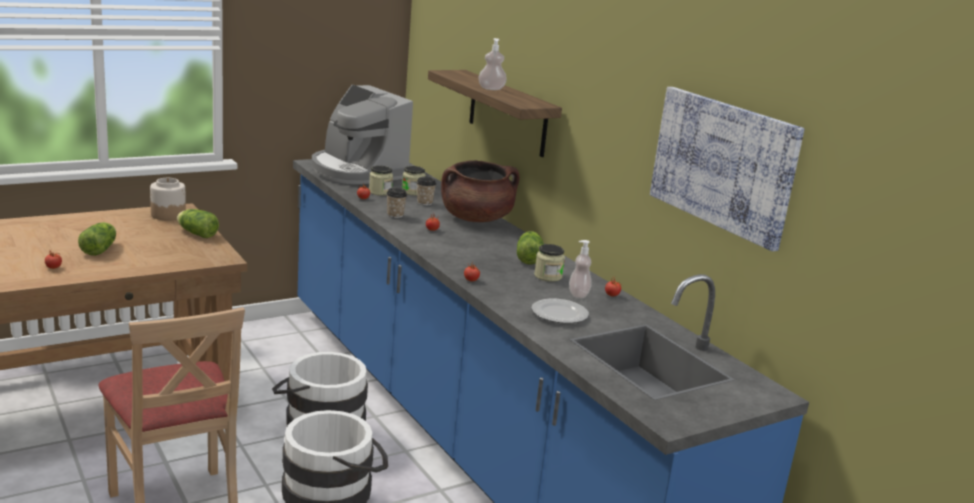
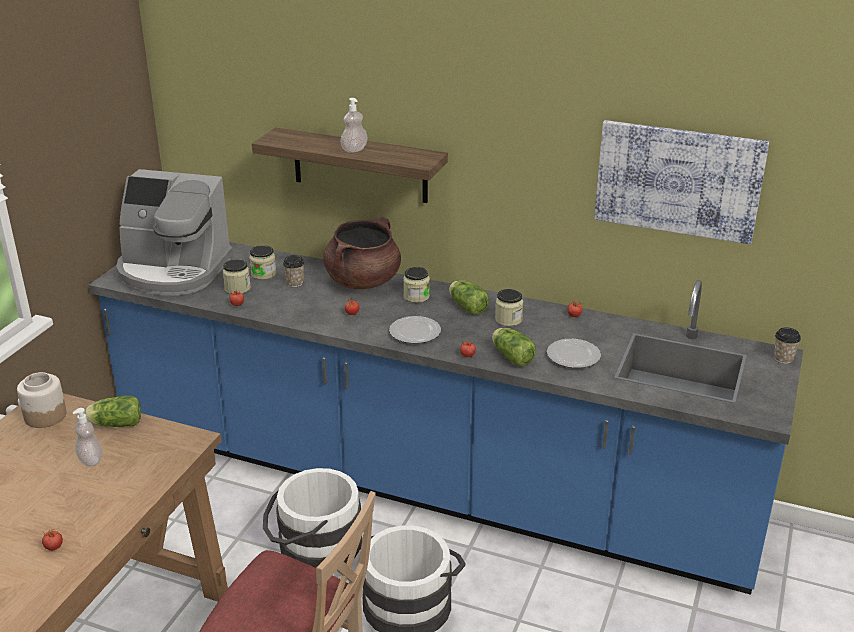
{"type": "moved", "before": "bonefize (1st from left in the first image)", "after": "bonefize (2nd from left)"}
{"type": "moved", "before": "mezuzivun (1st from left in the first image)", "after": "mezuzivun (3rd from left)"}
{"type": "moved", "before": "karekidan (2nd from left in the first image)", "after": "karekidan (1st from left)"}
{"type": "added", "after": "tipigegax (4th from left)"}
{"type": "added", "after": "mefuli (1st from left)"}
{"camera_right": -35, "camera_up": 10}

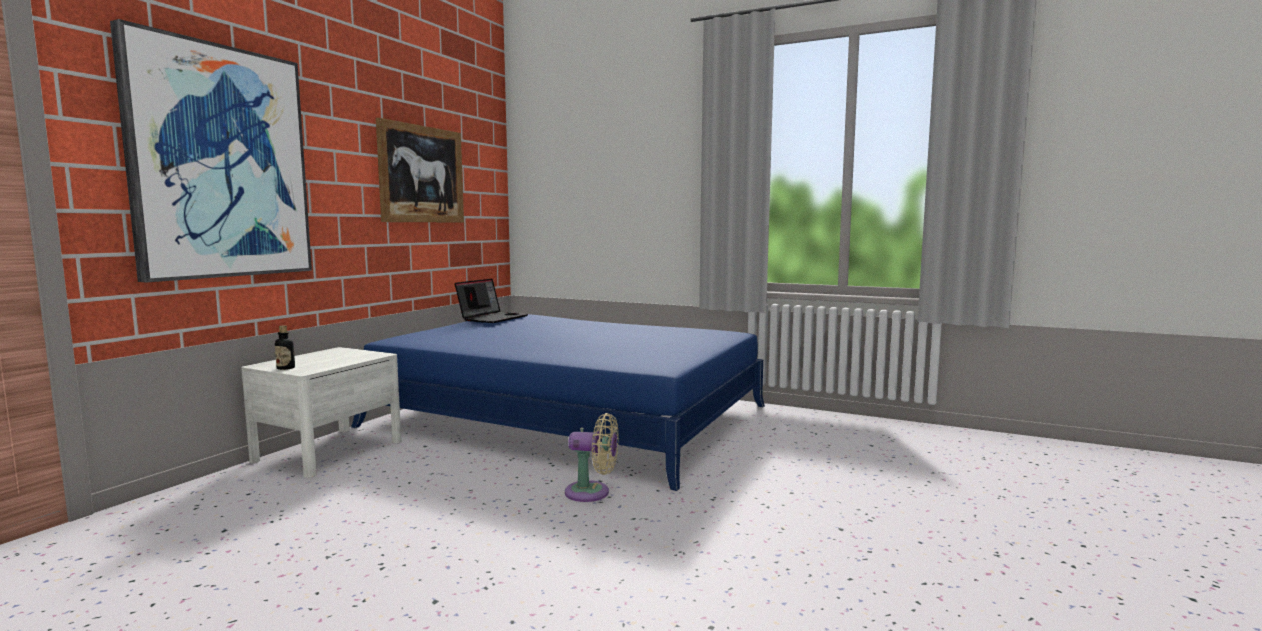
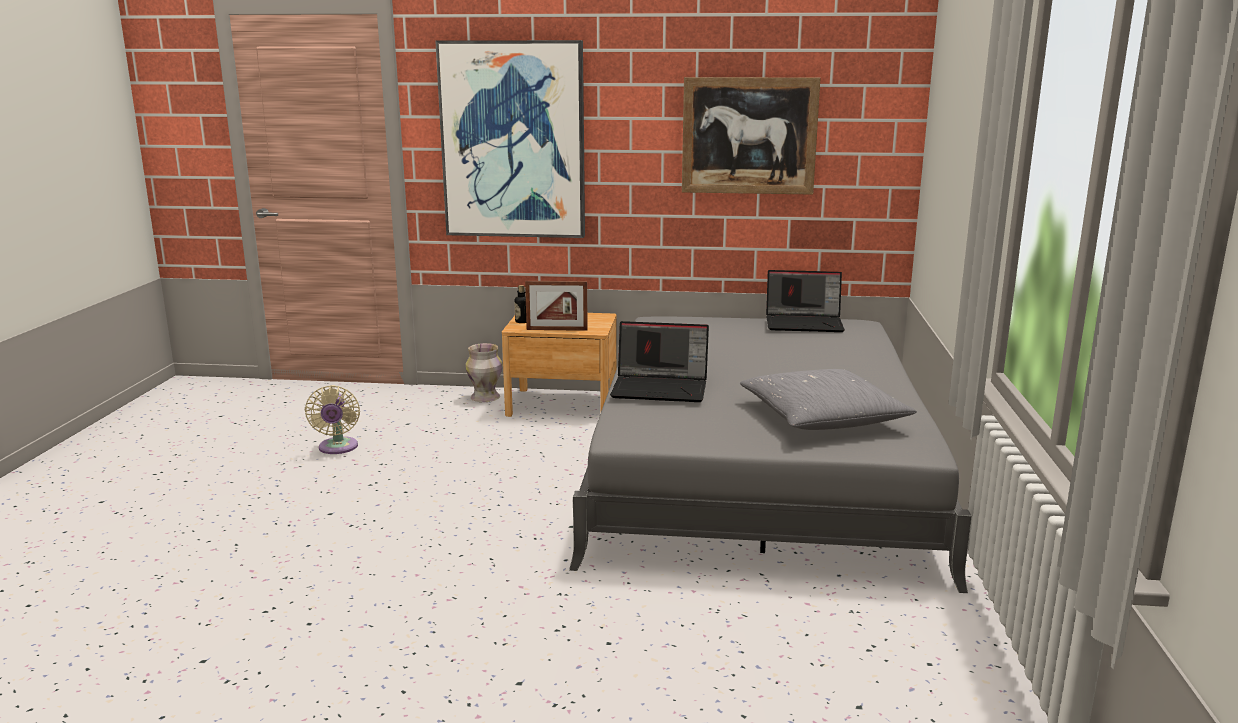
{"type": "recoloured", "before": "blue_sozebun", "after": "grey_sozebun"}
{"type": "recoloured", "before": "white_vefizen", "after": "brown_vefizen"}
{"type": "moved", "before": "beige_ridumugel"}
{"type": "added", "after": "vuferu"}
{"type": "added", "after": "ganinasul (1st from left)"}
{"type": "added", "after": "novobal"}
{"type": "added", "after": "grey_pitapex"}
{"camera_right": 70, "camera_up": 10}

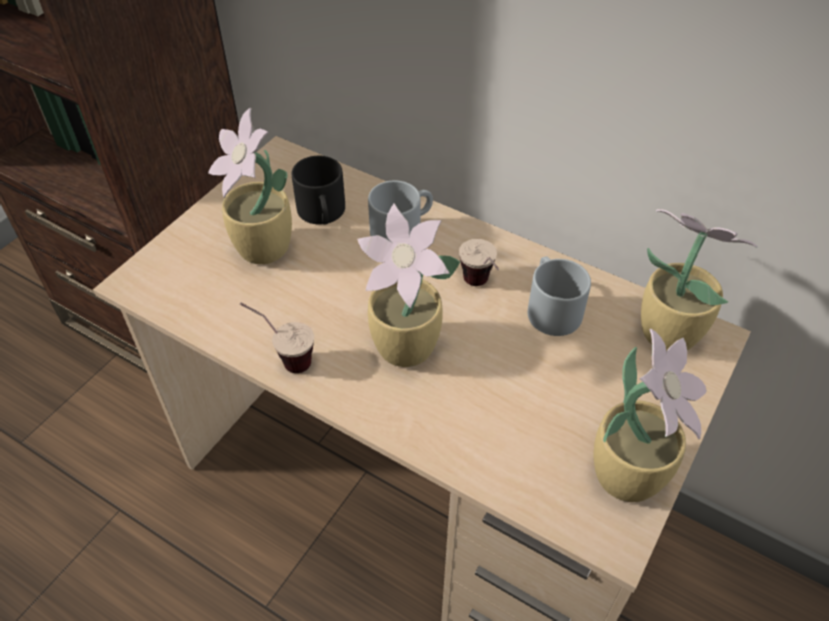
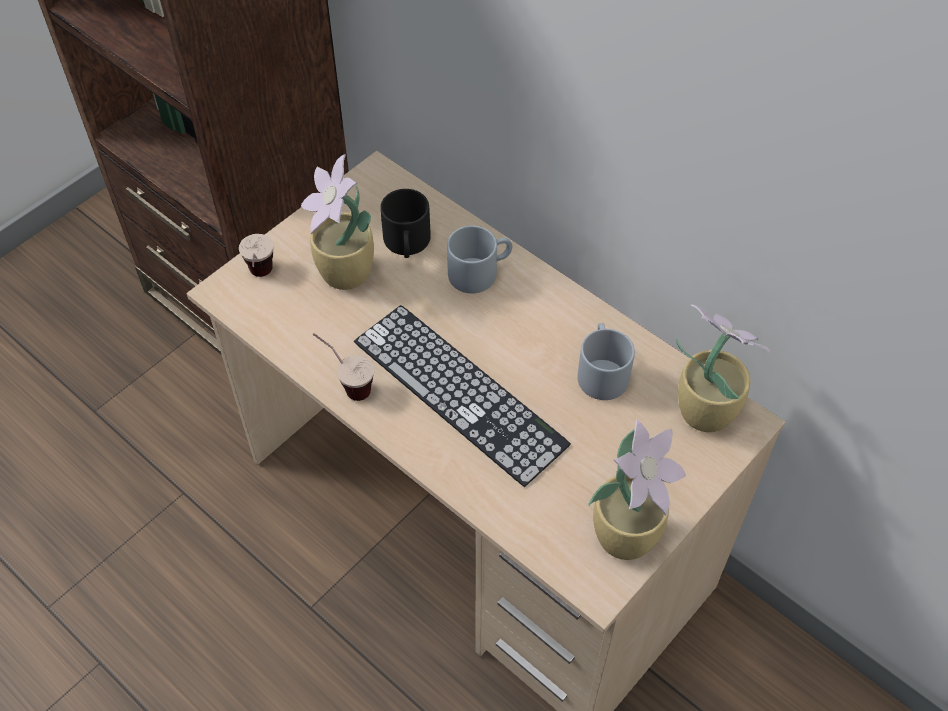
{"type": "replaced", "before": "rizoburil (2nd from left)", "after": "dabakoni"}
{"type": "moved", "before": "bonefize (2nd from left in the first image)", "after": "bonefize (1st from left)"}
{"camera_right": 10, "camera_up": 5}

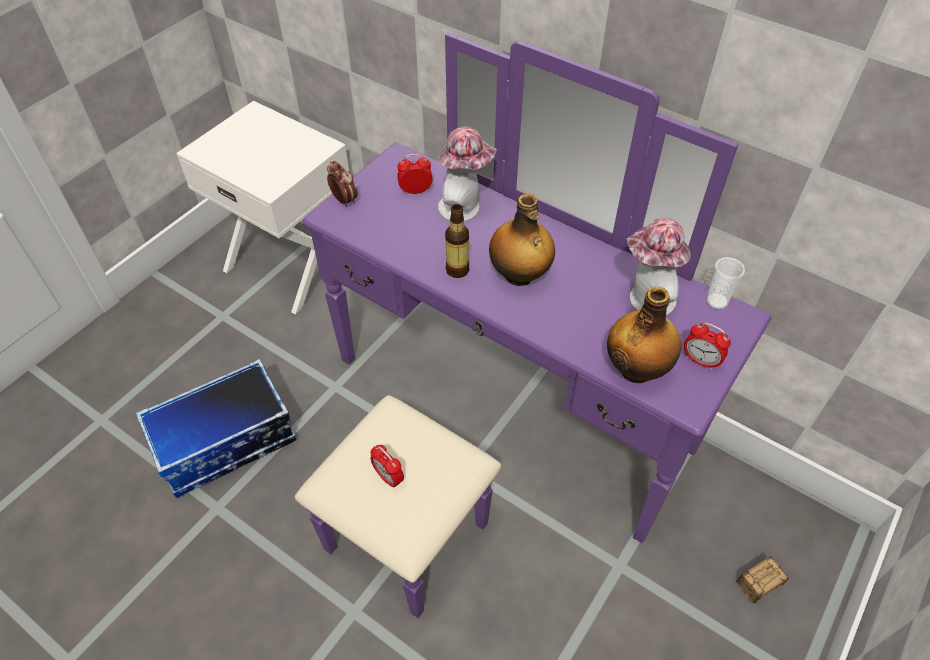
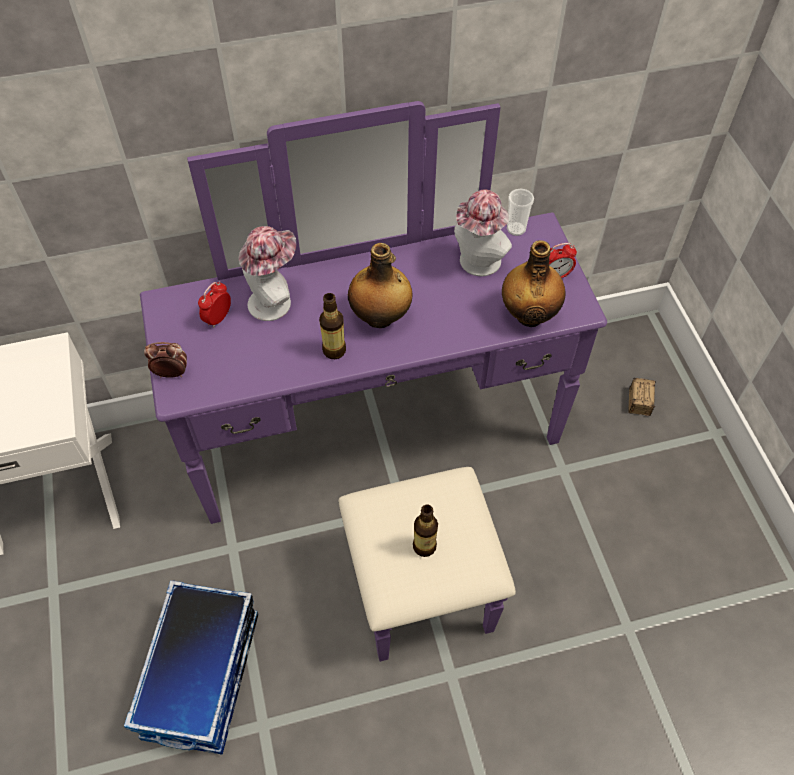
{"type": "replaced", "before": "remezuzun (2nd from left)", "after": "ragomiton (3rd from left)"}
{"camera_right": -50, "camera_up": 5}

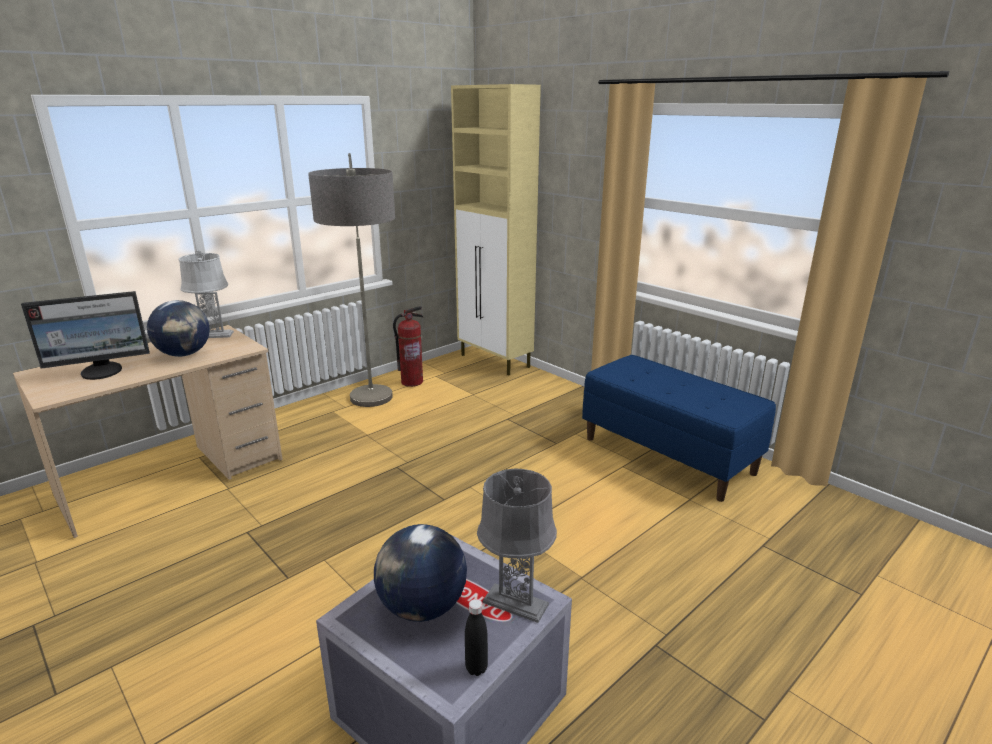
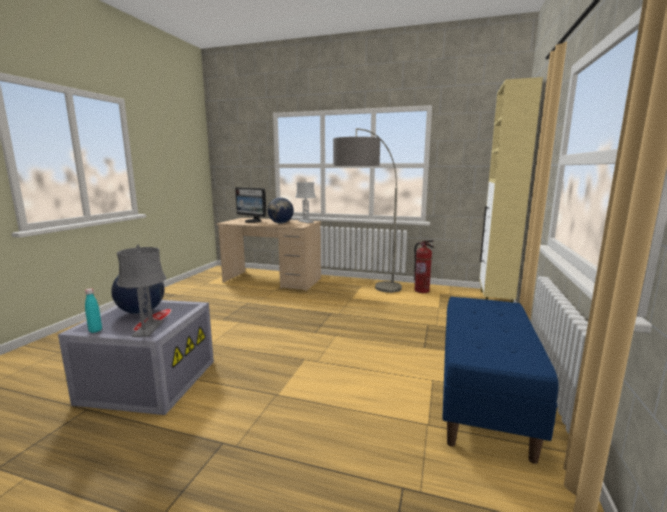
{"type": "recoloured", "before": "black_ragomiton", "after": "turquoise_ragomiton"}
{"camera_right": 60, "camera_up": -10}

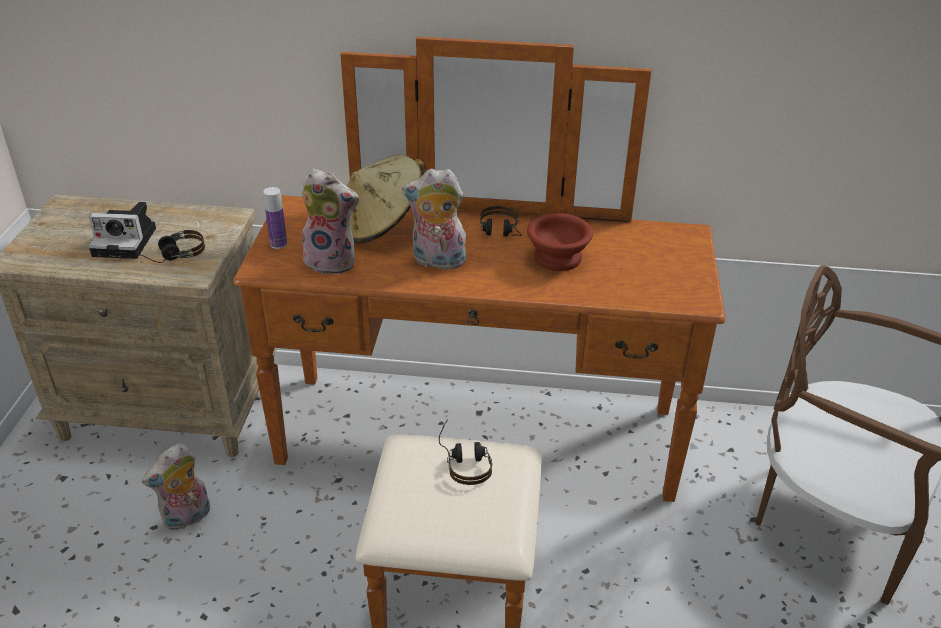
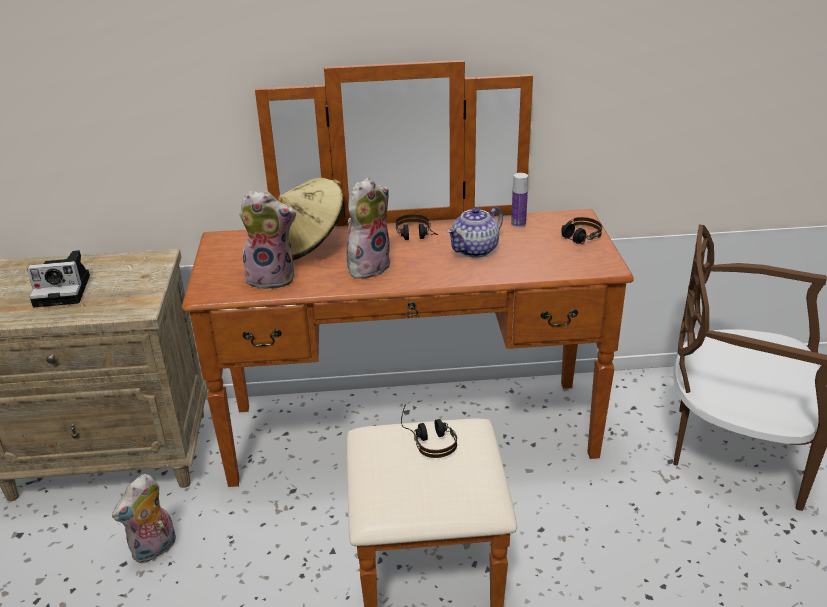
{"type": "turned", "before": "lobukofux (3rd from left)", "turn": 135}
{"type": "moved", "before": "ragomiton"}
{"type": "replaced", "before": "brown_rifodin", "after": "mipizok"}
{"type": "moved", "before": "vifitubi (1st from left in the first image)", "after": "vifitubi (3rd from left)"}
{"camera_right": -10, "camera_up": -5}

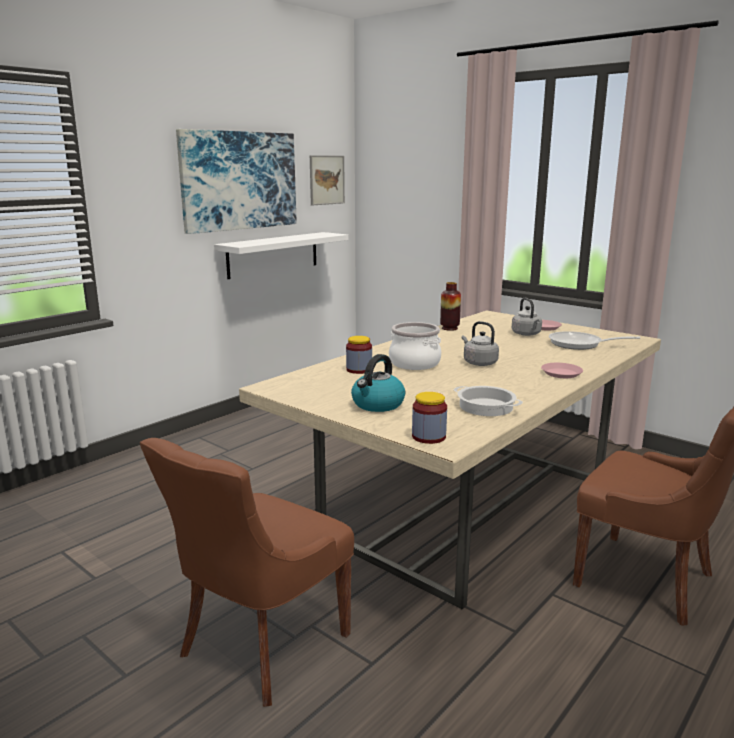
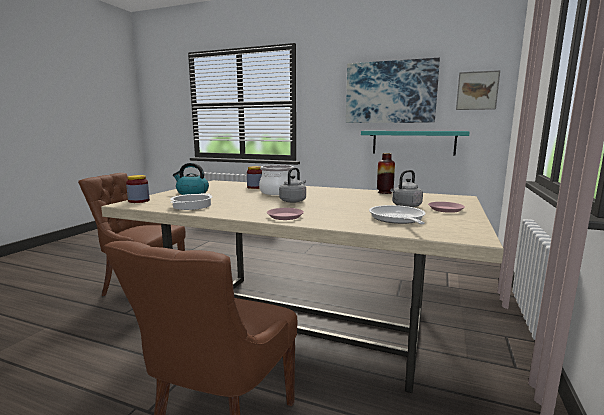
{"type": "recoloured", "before": "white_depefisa", "after": "turquoise_depefisa"}
{"camera_right": 70, "camera_up": -5}

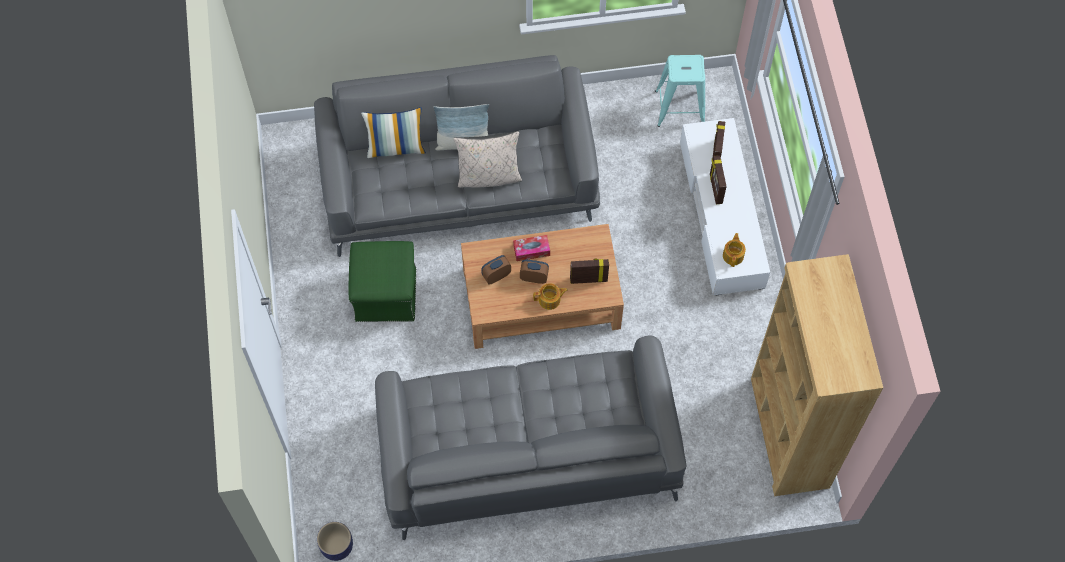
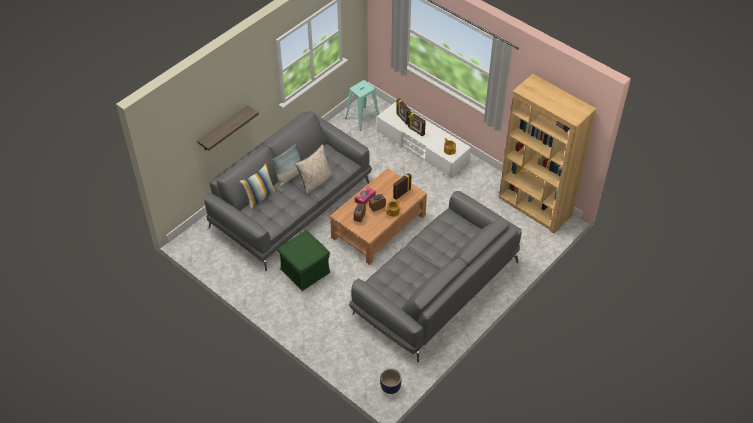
{"type": "added", "after": "depefisa"}
{"camera_right": -40, "camera_up": -15}

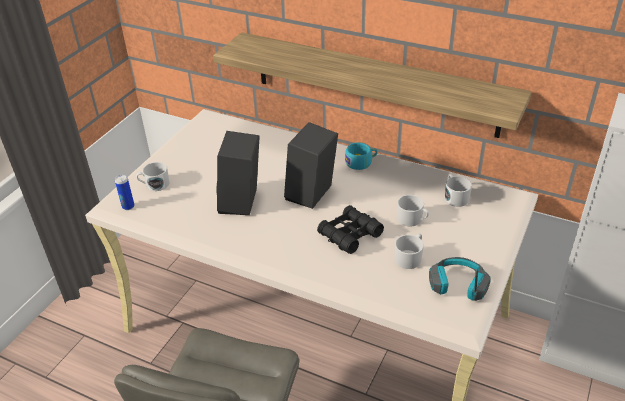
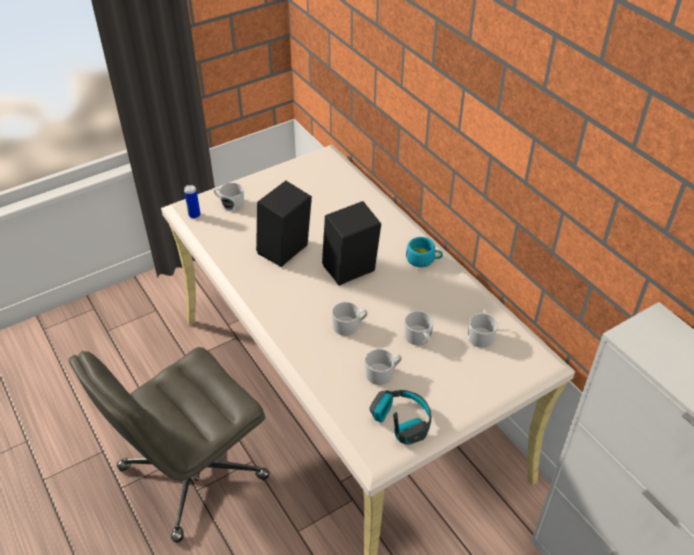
{"type": "removed", "before": "depefisa"}
{"type": "replaced", "before": "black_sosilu", "after": "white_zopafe (2nd from left)"}
{"camera_right": 30, "camera_up": 5}

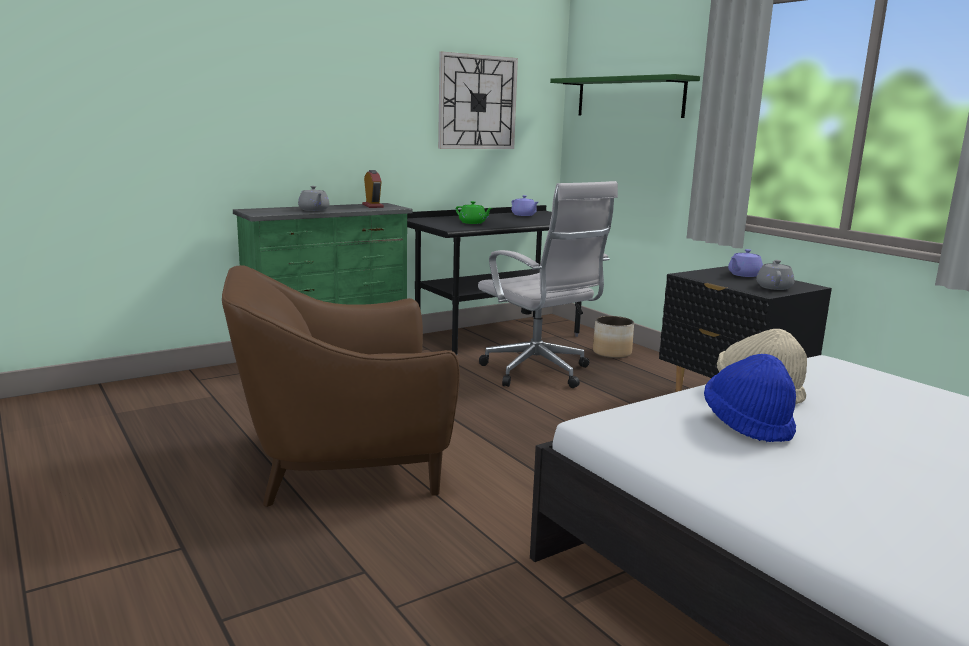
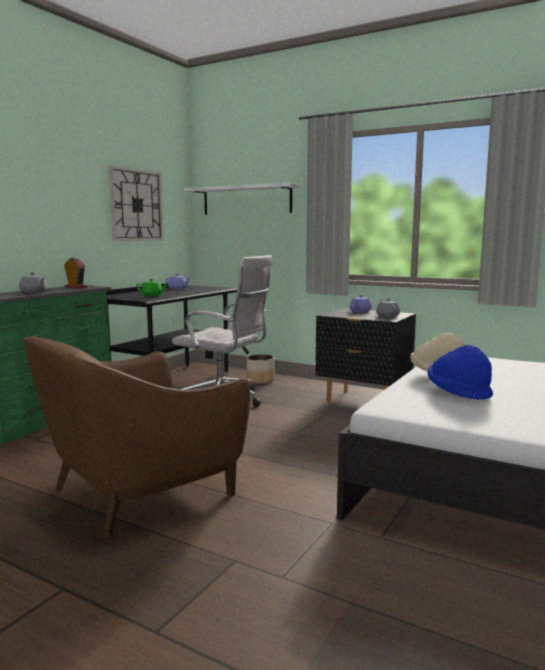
{"type": "recoloured", "before": "green_depefisa", "after": "white_depefisa"}
{"camera_right": -25, "camera_up": -5}

